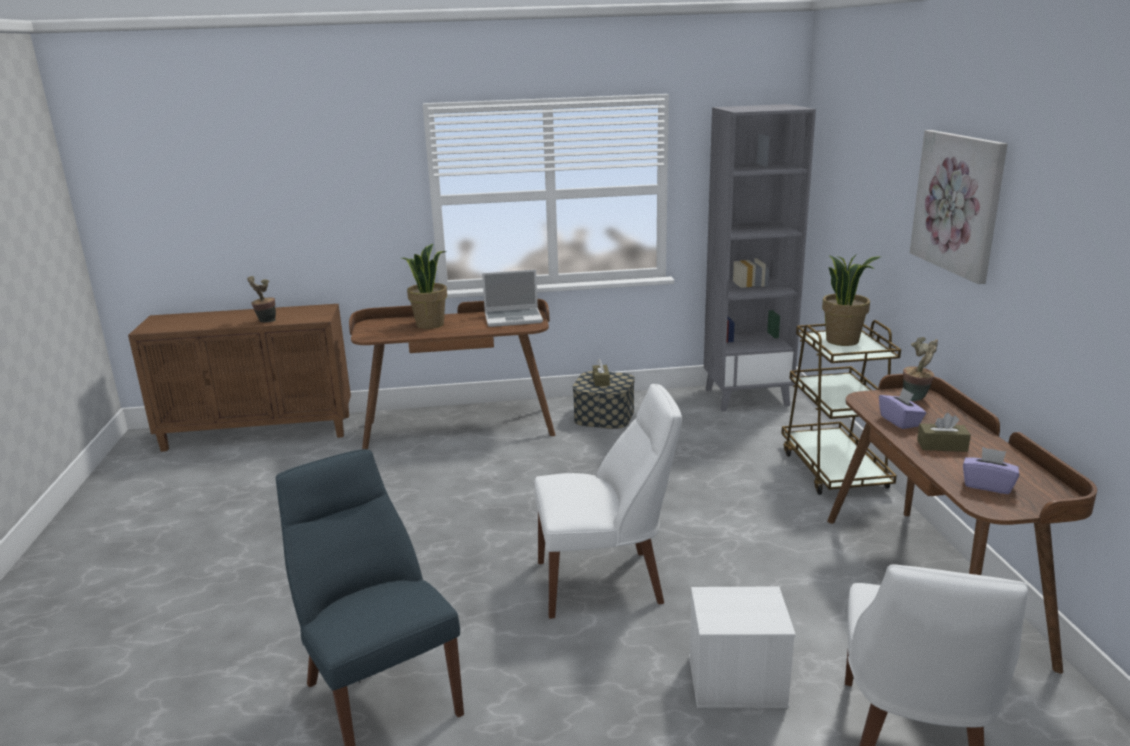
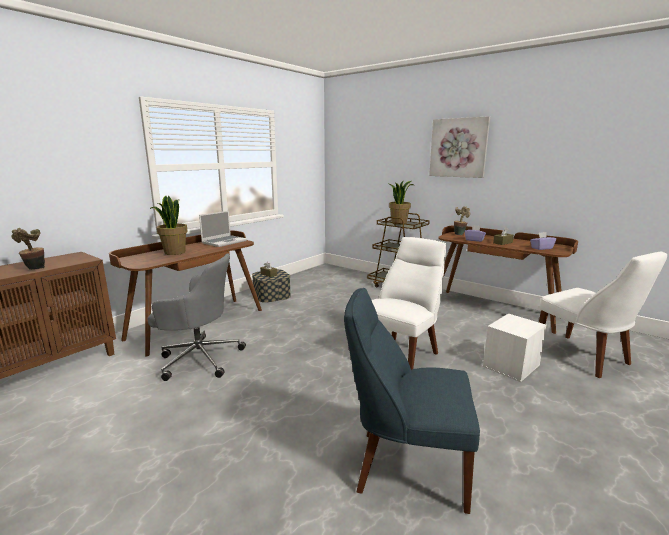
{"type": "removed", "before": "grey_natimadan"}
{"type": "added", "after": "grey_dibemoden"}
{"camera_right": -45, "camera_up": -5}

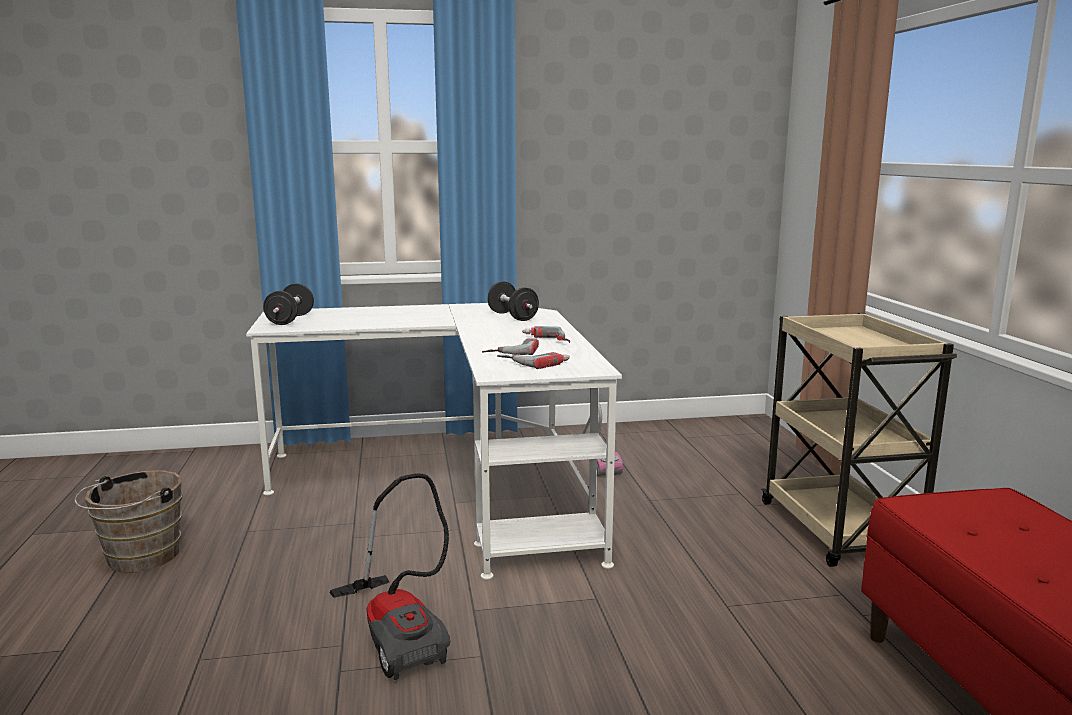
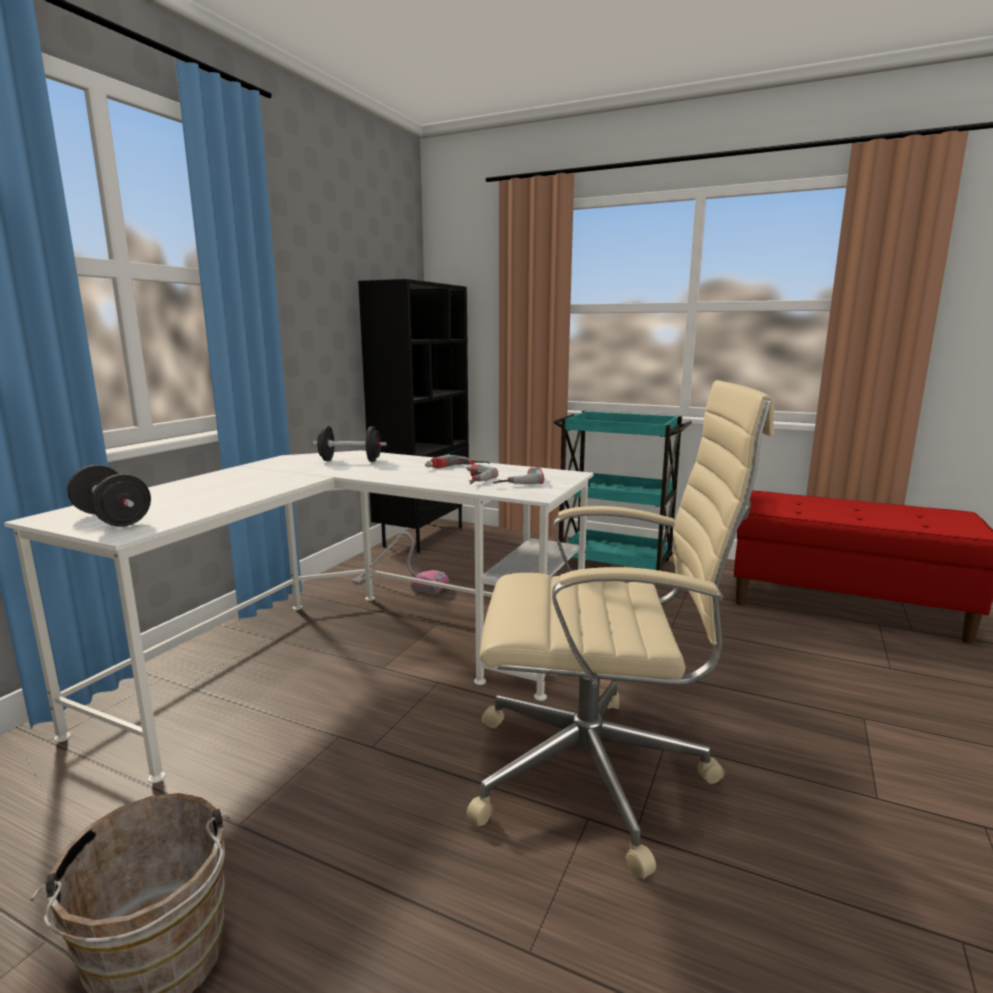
{"type": "recoloured", "before": "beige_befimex", "after": "turquoise_befimex"}
{"type": "replaced", "before": "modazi (1st from left)", "after": "beige_dibemoden"}
{"type": "added", "after": "black_natimadan"}
{"camera_right": -55, "camera_up": 0}

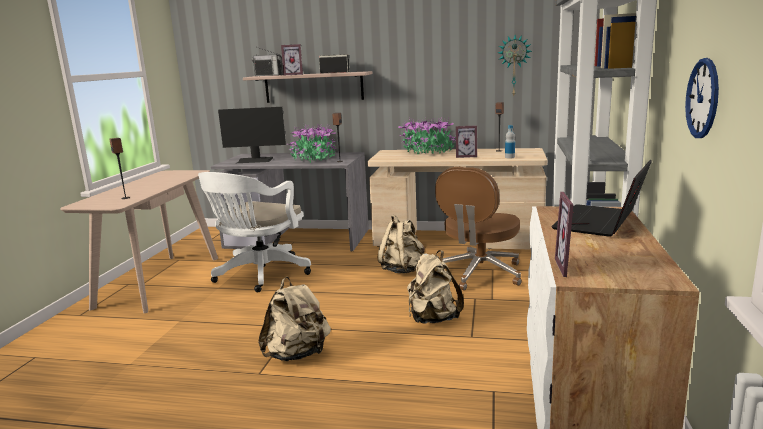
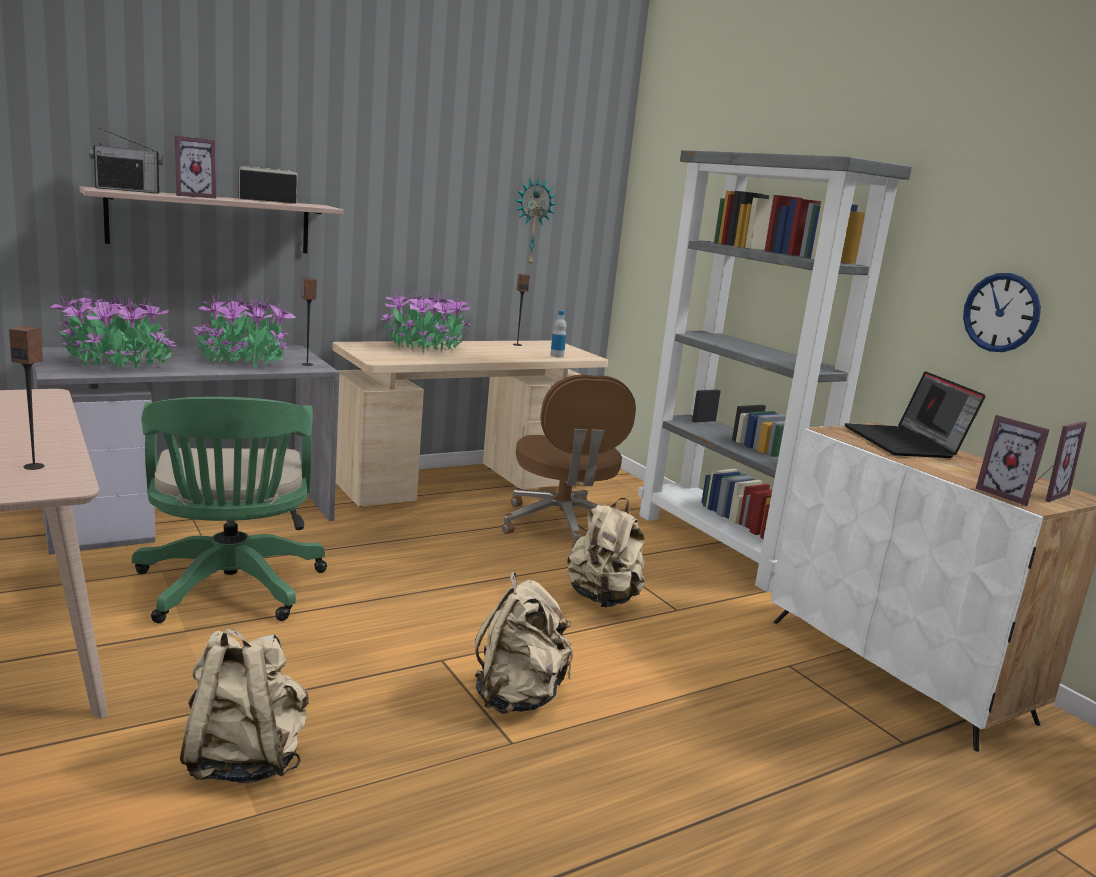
{"type": "replaced", "before": "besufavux", "after": "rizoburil (1st from left)"}
{"type": "moved", "before": "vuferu (2nd from left in the first image)", "after": "vuferu (3rd from left)"}
{"type": "recoloured", "before": "white_dibemoden", "after": "green_dibemoden"}
{"type": "moved", "before": "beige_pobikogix (2nd from left in the first image)", "after": "beige_pobikogix (1st from left)"}
{"camera_right": -45, "camera_up": 0}

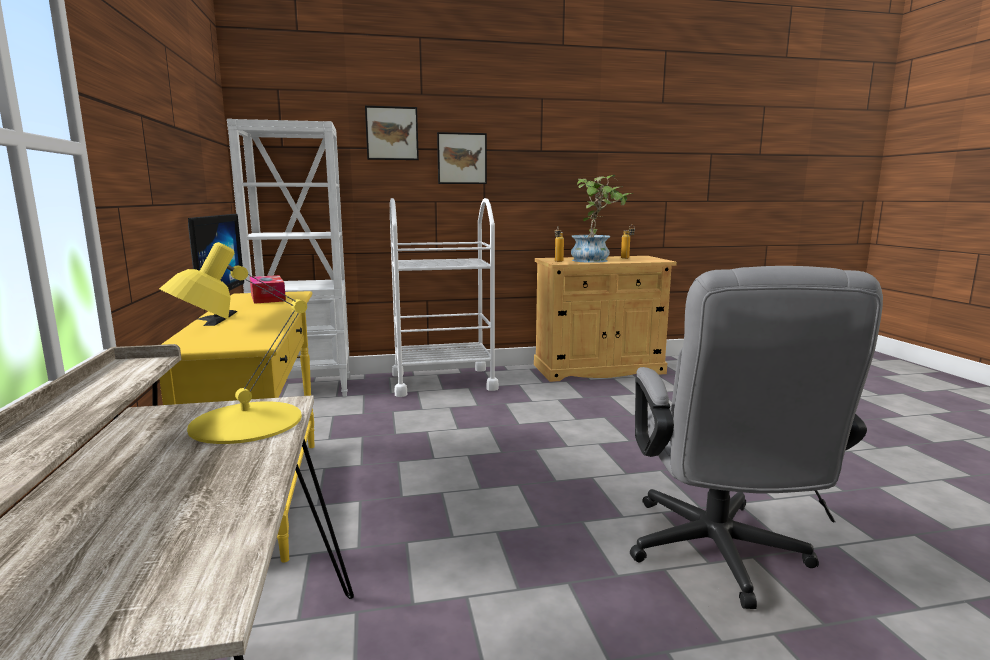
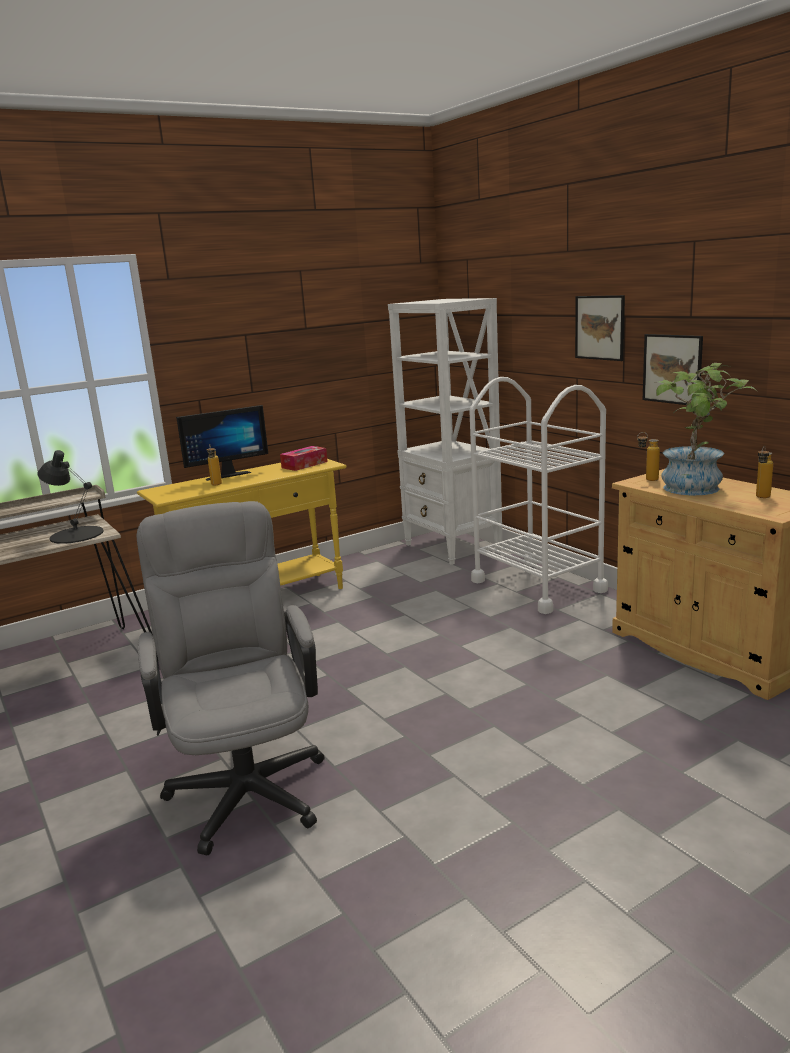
{"type": "moved", "before": "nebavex (1st from left in the first image)", "after": "nebavex (2nd from left)"}
{"type": "recoloured", "before": "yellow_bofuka", "after": "black_bofuka"}
{"type": "turned", "before": "grey_dibemoden", "turn": 90}
{"type": "added", "after": "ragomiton (1st from left)"}
{"camera_right": 70, "camera_up": 5}

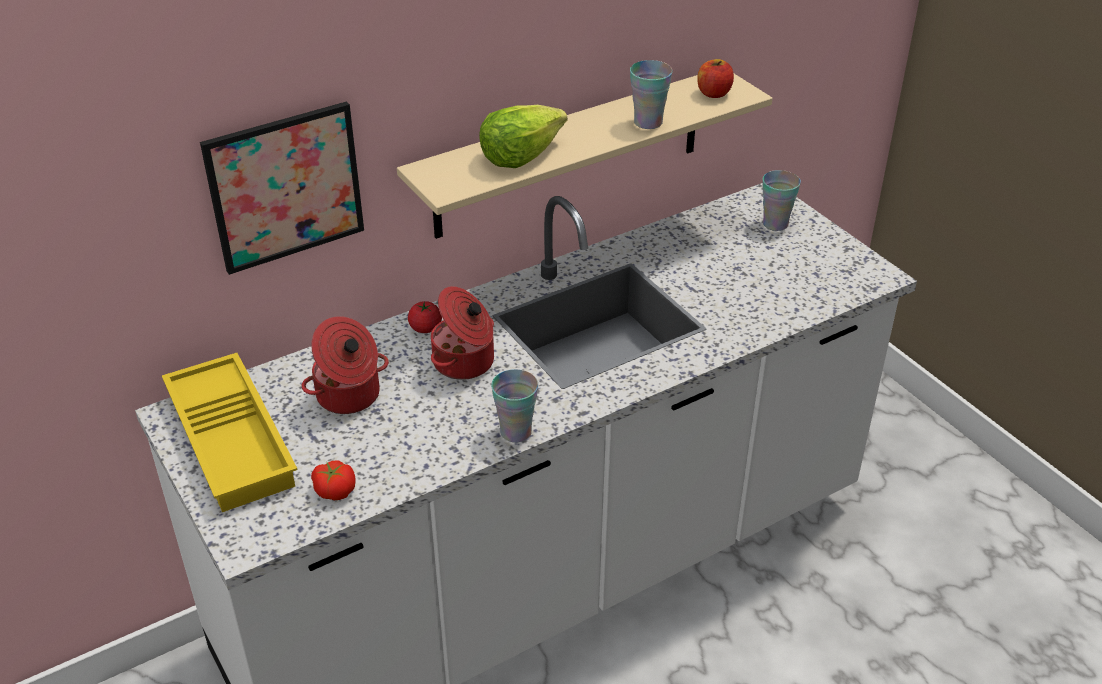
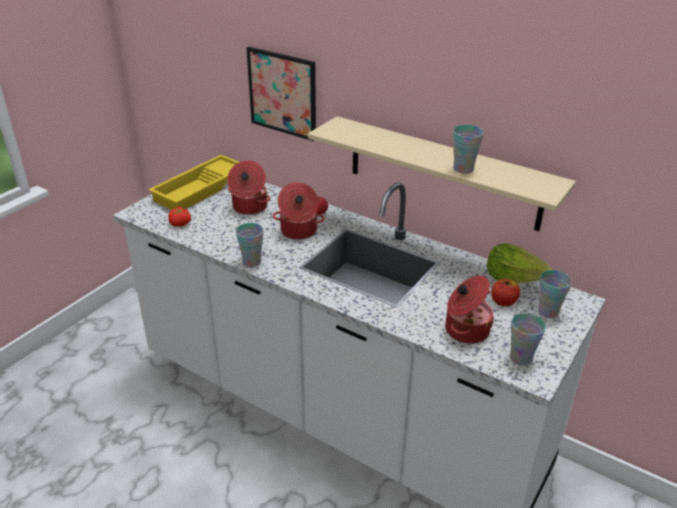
{"type": "moved", "before": "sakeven"}
{"type": "moved", "before": "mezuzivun"}
{"type": "added", "after": "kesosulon (3rd from left)"}
{"type": "added", "after": "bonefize (3rd from left)"}
{"camera_right": 65, "camera_up": -5}

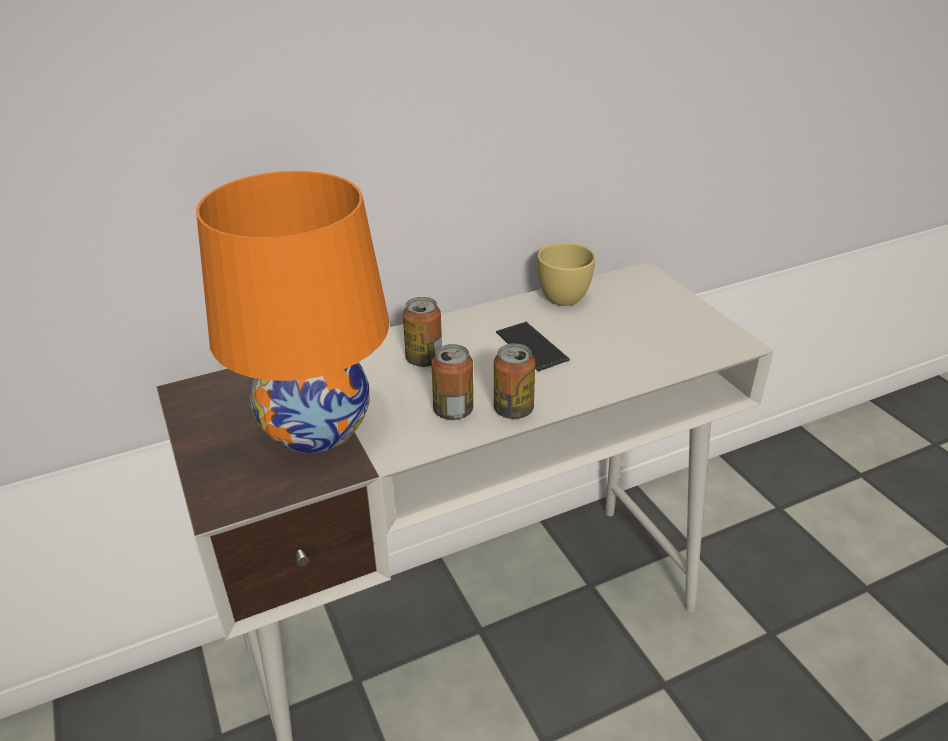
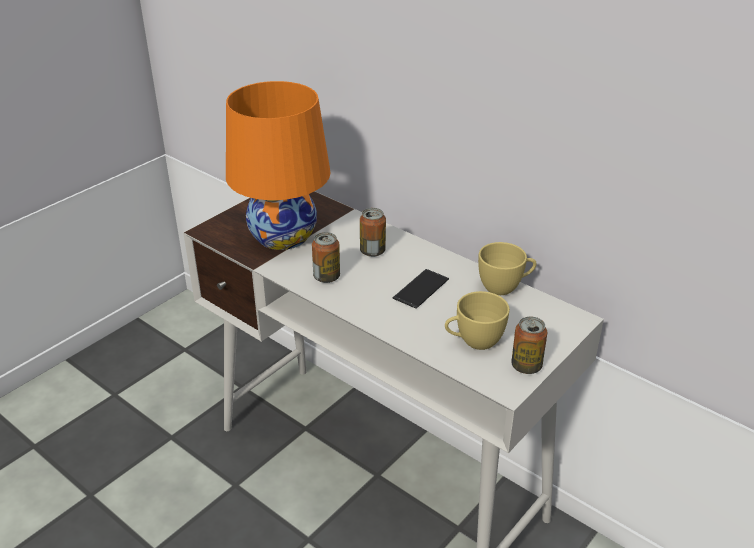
{"type": "moved", "before": "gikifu (3rd from left)"}
{"type": "added", "after": "yellow_bonefize (1st from left)"}
{"camera_right": 65, "camera_up": 0}

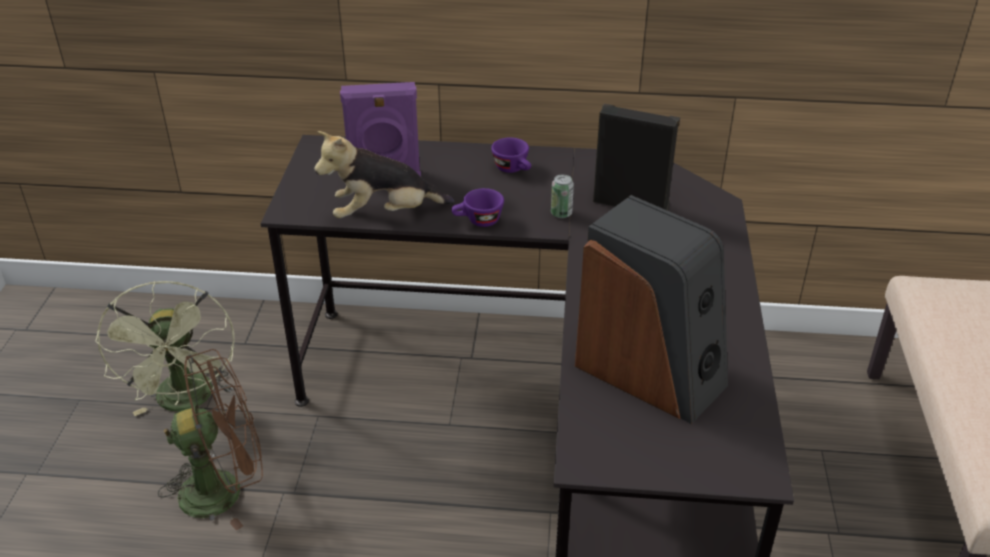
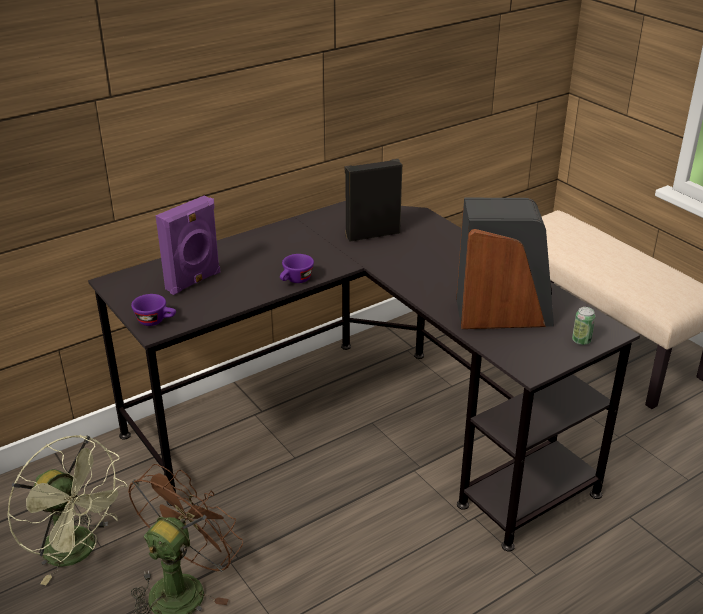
{"type": "removed", "before": "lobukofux"}
{"type": "moved", "before": "purple_bonefize (2nd from left in the first image)", "after": "purple_bonefize (1st from left)"}
{"type": "moved", "before": "gikifu"}
{"camera_right": -40, "camera_up": -5}

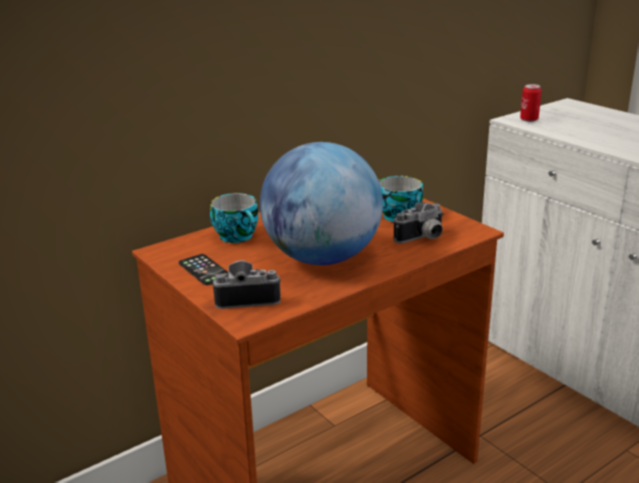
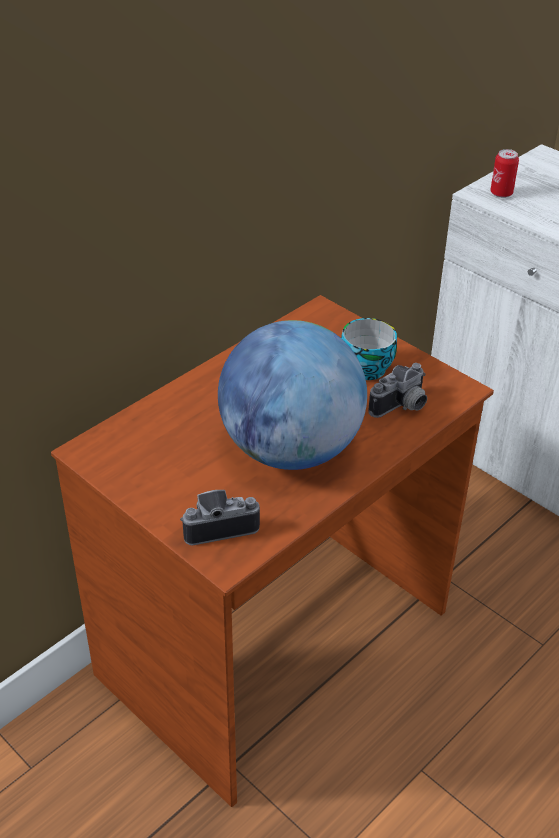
{"type": "removed", "before": "bonefize (1st from left)"}
{"type": "removed", "before": "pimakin"}
{"camera_right": -10, "camera_up": 15}

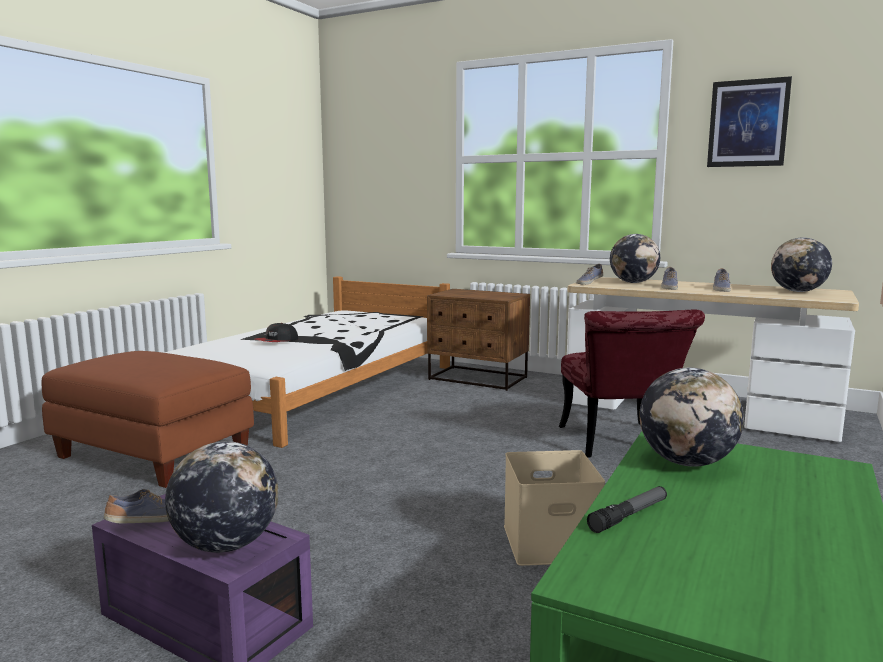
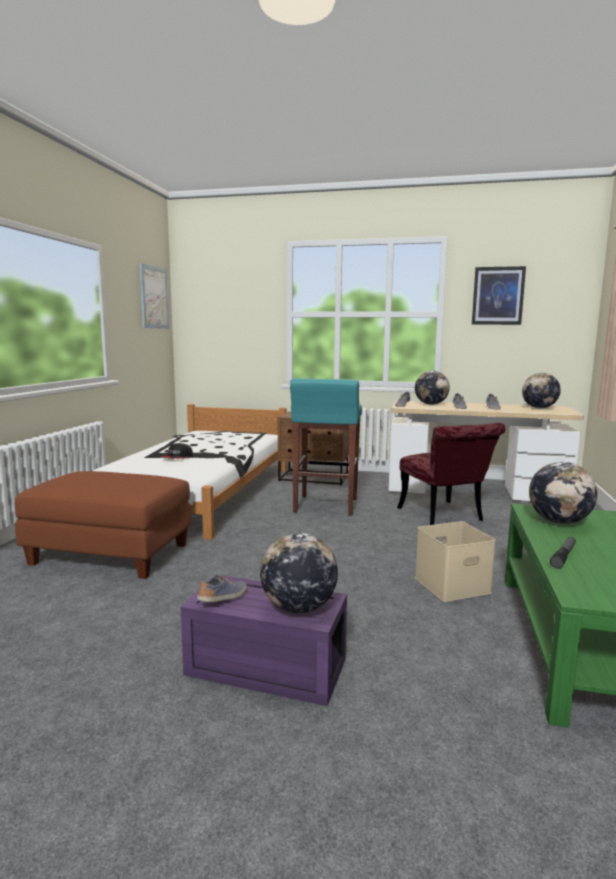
{"type": "added", "after": "nebavex (1st from left)"}
{"type": "added", "after": "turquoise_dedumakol"}
{"camera_right": -15, "camera_up": 0}

